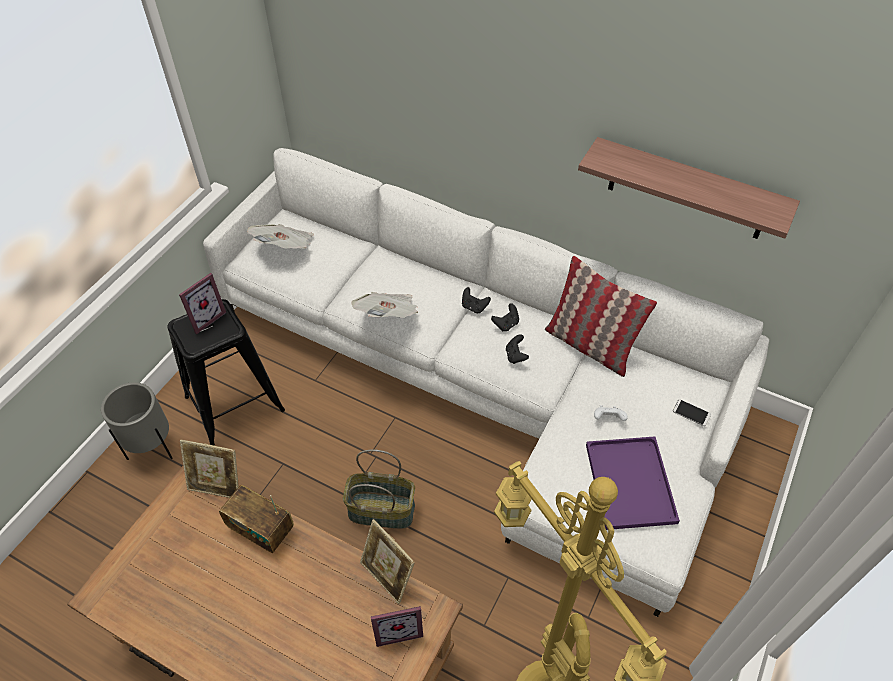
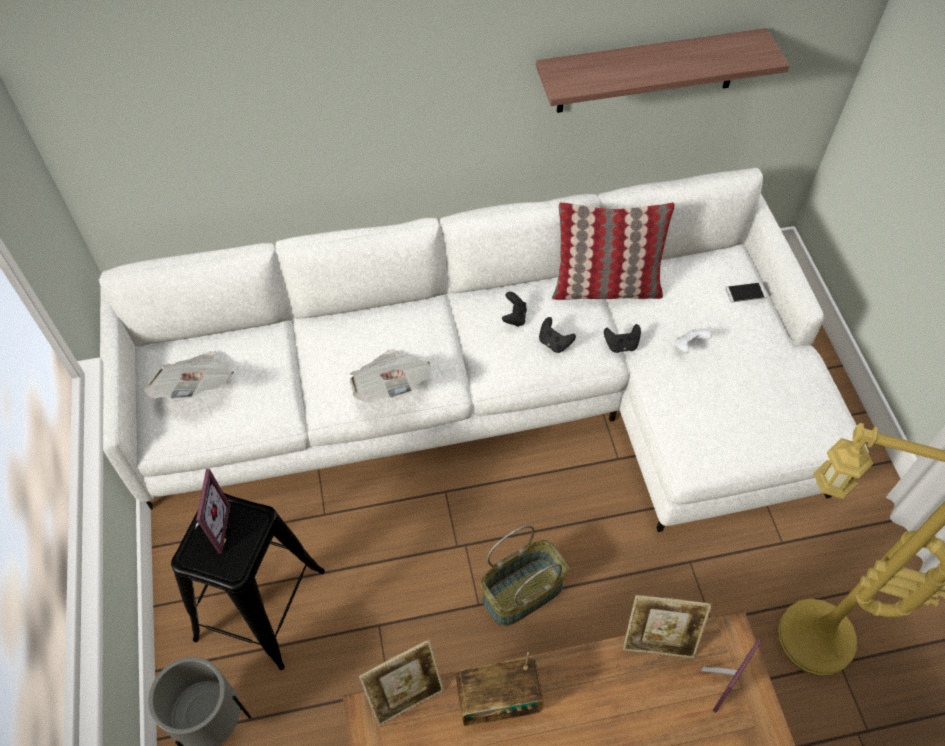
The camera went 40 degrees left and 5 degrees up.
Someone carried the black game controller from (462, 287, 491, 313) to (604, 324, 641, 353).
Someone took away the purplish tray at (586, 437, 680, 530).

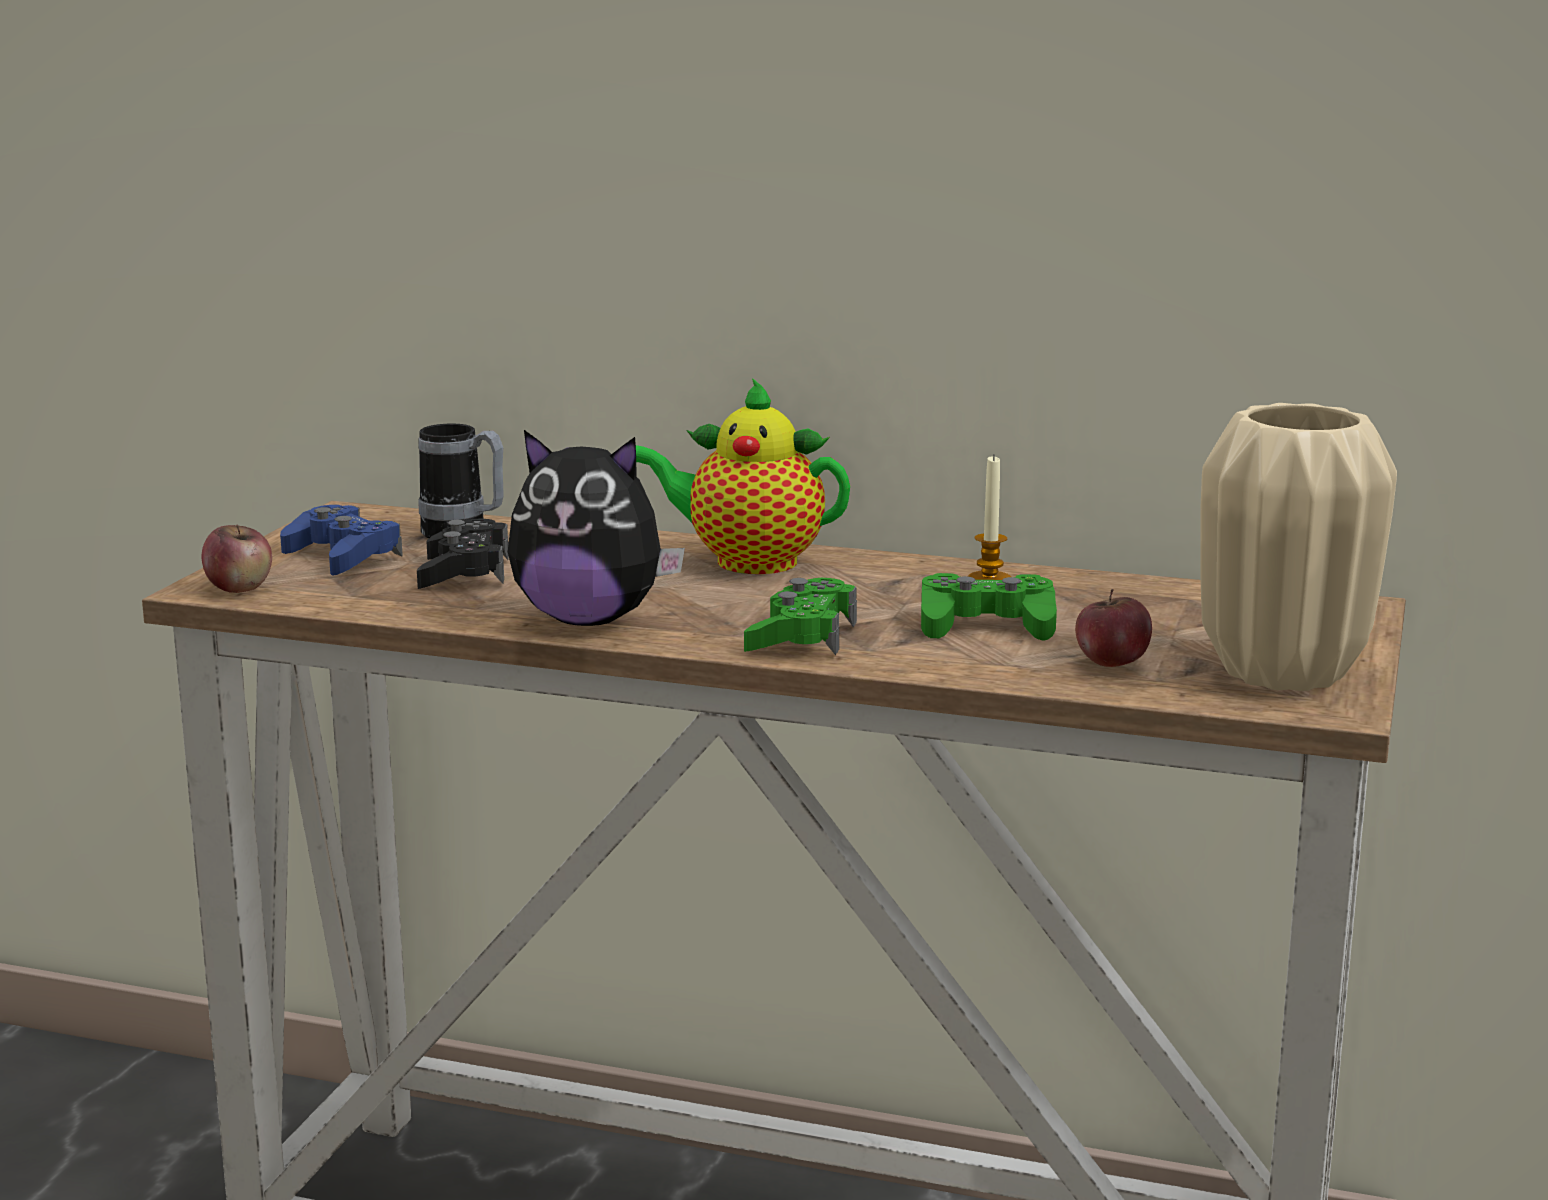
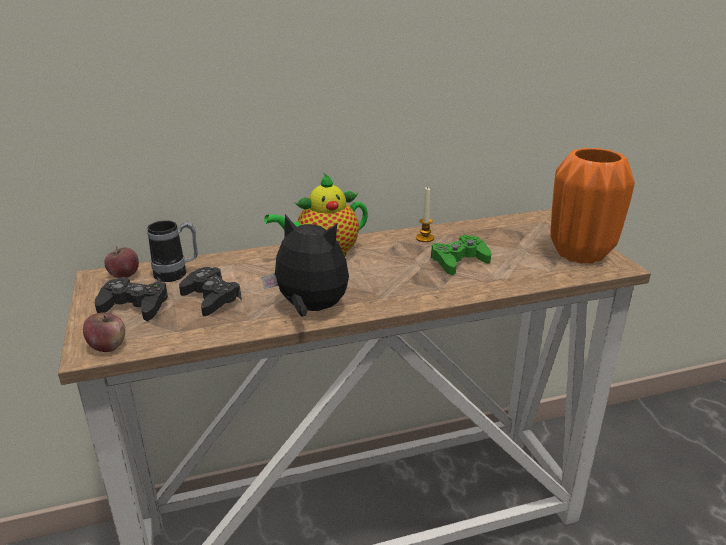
The camera went 35 degrees left and 10 degrees up.
Someone repainted the bluish game controller at (280, 505, 403, 575), which became the black game controller at (95, 277, 168, 321).
Someone carried the apple from (1075, 589, 1152, 667) to (104, 246, 139, 278).
Someone rotated the soft toy at (508, 430, 685, 626) by 135 degrees counterclockwise.
Someone repainted the beige decorative vase at (1200, 403, 1397, 691), which became the orange-coloured decorative vase at (550, 148, 635, 264).
Someone took away the greenish game controller at (744, 578, 857, 655).

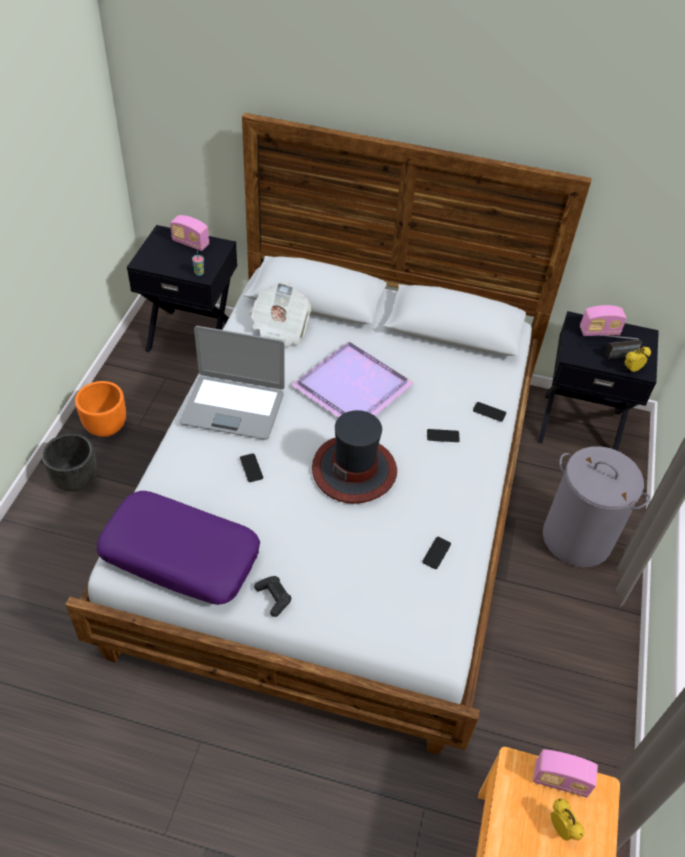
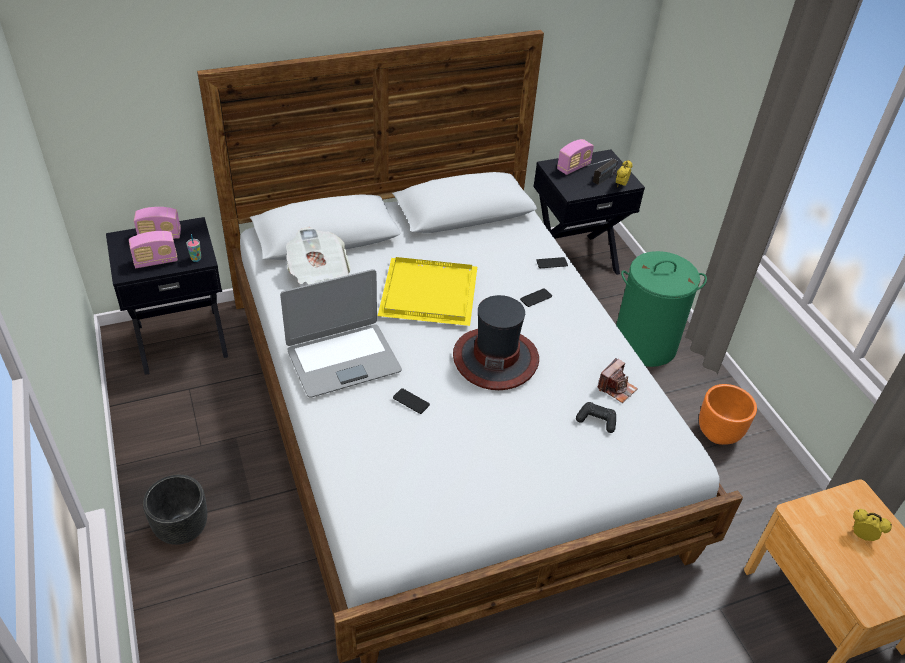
The camera went 35 degrees left and 5 degrees down.
Someone carried the radio from (533, 749, 598, 797) to (129, 231, 178, 268).
Someone repainted the purplish tray at (291, 341, 414, 418), which became the yellowish tray at (378, 257, 477, 326).
Someone carried the black game controller from (254, 576, 291, 617) to (576, 402, 616, 433).
Someone swapped the phone at (422, 537, 451, 569) for the still camera at (598, 358, 638, 403).
Someone repainted the grey hamper at (543, 446, 650, 567), which became the greenish hamper at (616, 251, 707, 367).
Someone carried the orange-coloured plant pot from (75, 381, 126, 437) to (699, 384, 757, 445).
Someone took away the purplish throw pillow at (97, 491, 260, 605).

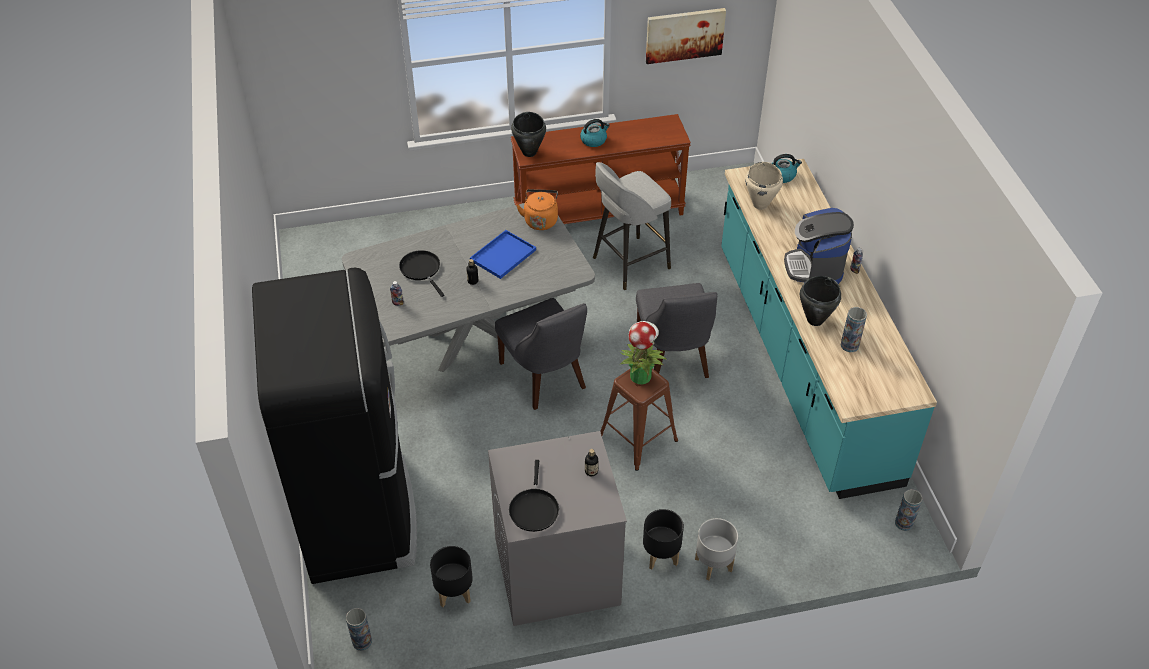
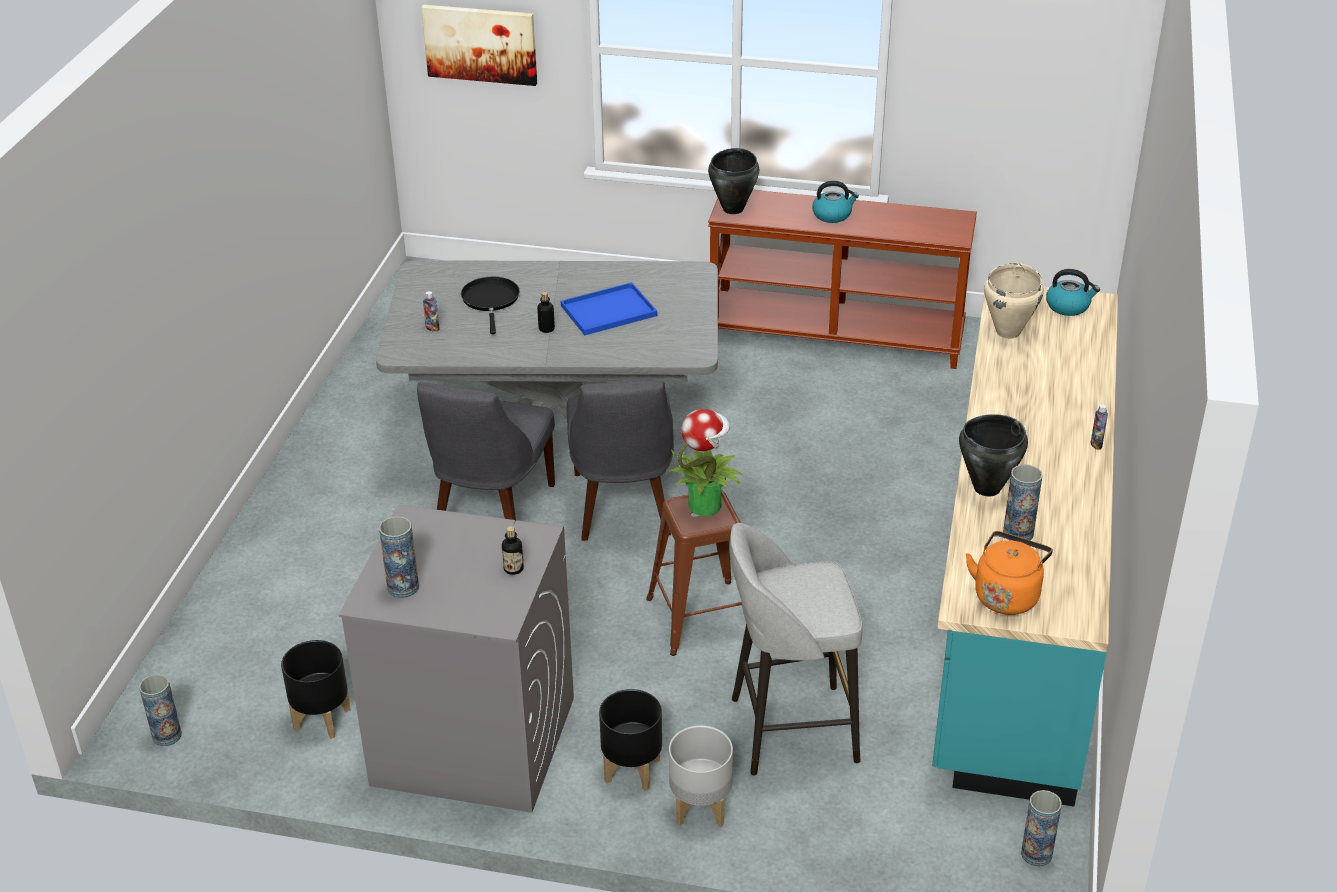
The camera went 25 degrees right and 10 degrees down.
Someone swapped the black skillet at (509, 460, 559, 532) for the decorative vase at (379, 516, 419, 598).
Someone carried the grey upright chair from (636, 283, 717, 378) to (417, 382, 555, 521).
Someone carried the wall picture from (646, 8, 726, 64) to (421, 5, 537, 86).
Someone carried the grey sitting stool from (593, 162, 671, 290) to (729, 523, 863, 776).
Someone carried the orange-coloured tea kettle from (516, 189, 558, 230) to (965, 531, 1053, 615).
Someone took away the black kitchen fridge at (252, 268, 417, 584).
Someone took away the coffee machine at (784, 208, 854, 284).

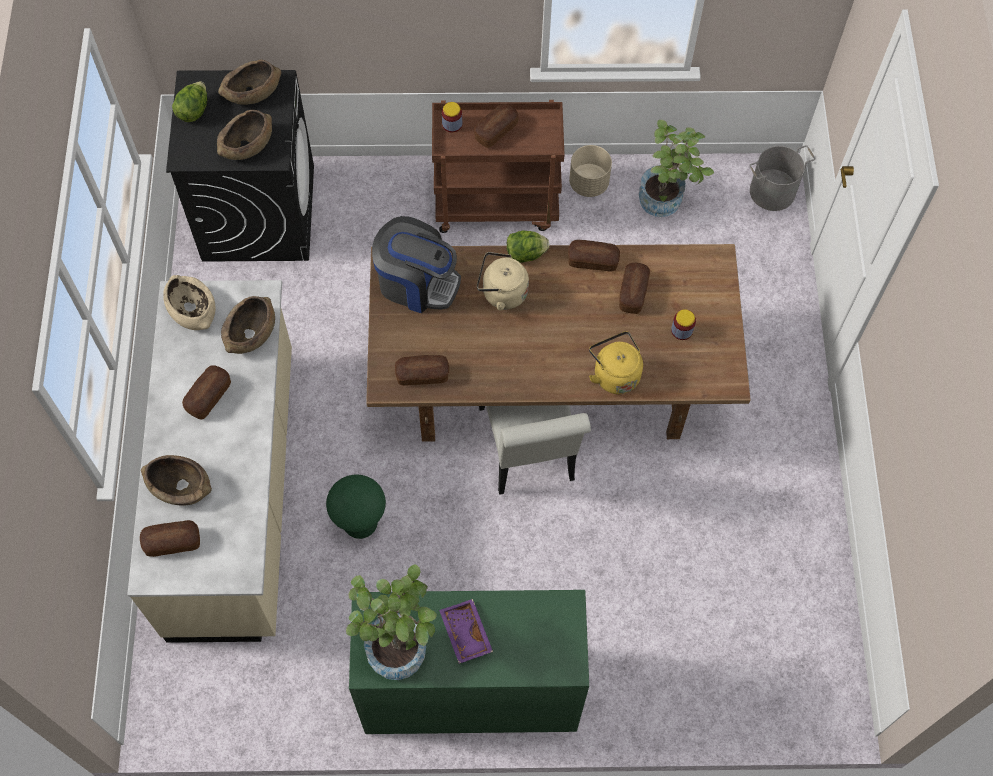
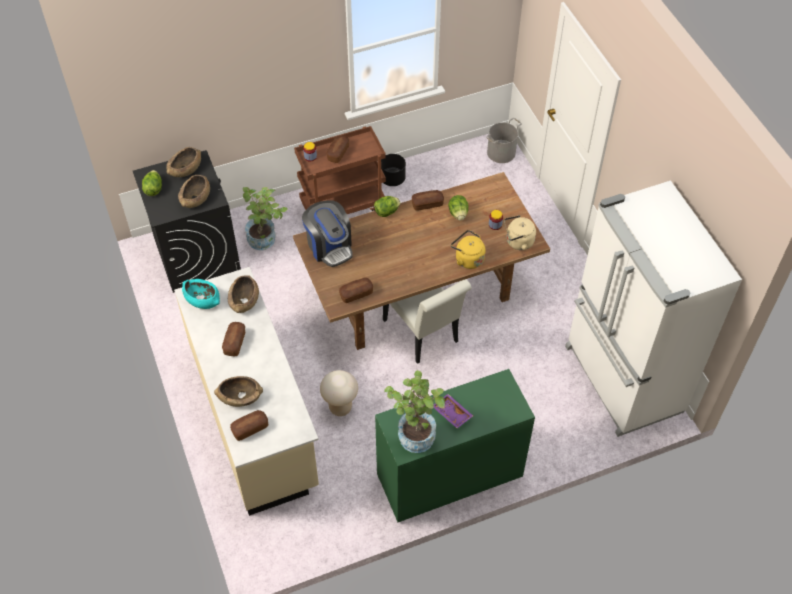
The camera went 20 degrees left and 10 degrees down.
Someone repainted the beige bowl at (163, 275, 216, 330), which became the blue-green bowl at (182, 279, 220, 309).
Someone carried the potted plant from (639, 120, 714, 217) to (243, 187, 288, 250).
Someone rotated the coffee machine at (372, 216, 461, 313) by 60 degrees clockwise.
Someone repainted the greenish sitting stool at (326, 475, 386, 539), which became the beige sitting stool at (320, 370, 358, 416).
Someone repainted the beige plant pot at (569, 145, 612, 197), which became the black plant pot at (381, 154, 406, 186).
Someone swapped the bread at (619, 263, 650, 314) for the lettuce at (448, 195, 469, 220).
Someone carried the beige tea kettle from (477, 252, 529, 311) to (504, 215, 536, 250).
Someone put down the whitish kitchen fridge at (565, 180, 742, 437).

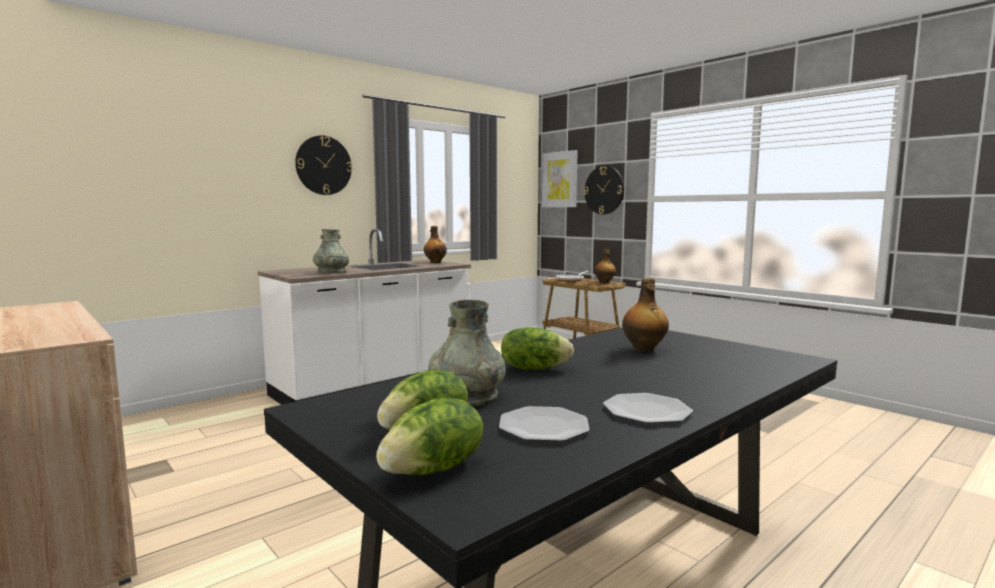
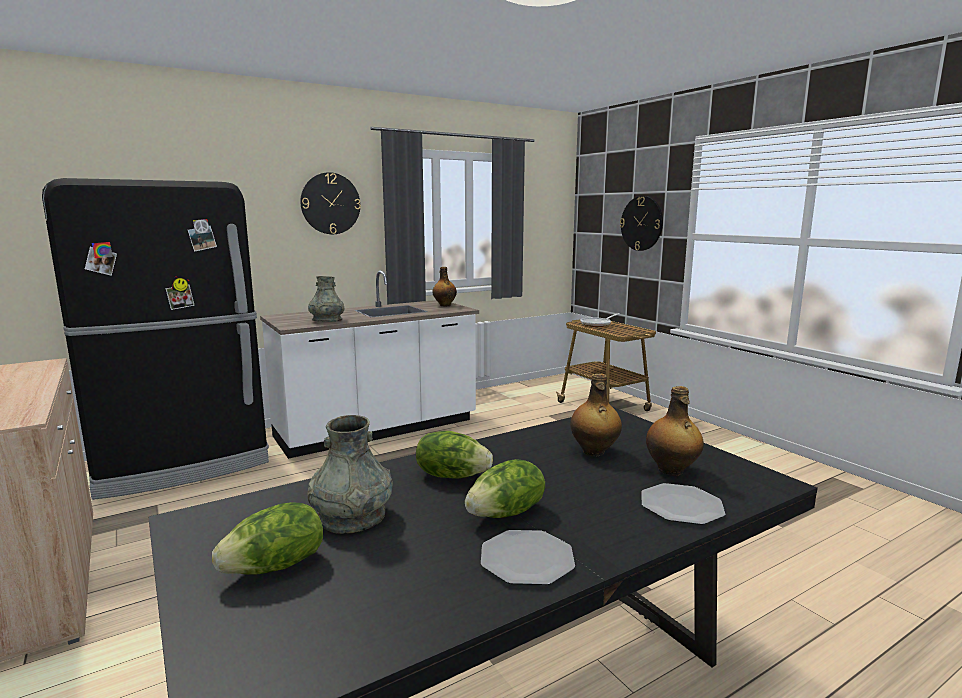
The camera went 10 degrees right and 5 degrees up.
Someone put down the black kitchen fridge at (42, 178, 269, 500).
Someone carried the lettuce from (376, 398, 483, 475) to (465, 459, 545, 518).
Someone carried the flat dish from (499, 406, 590, 442) to (641, 483, 725, 525).
Someone carried the beverage bottle from (594, 249, 616, 284) to (646, 386, 704, 476).
Someone took away the wall picture at (542, 150, 578, 207).

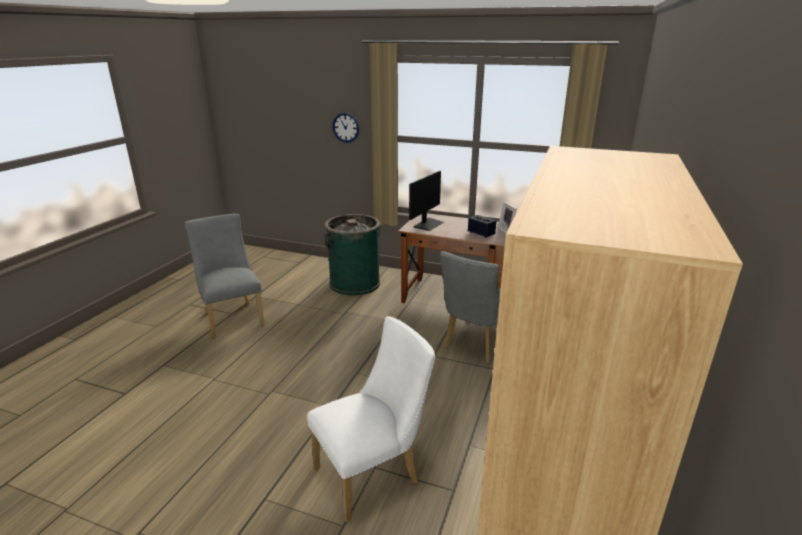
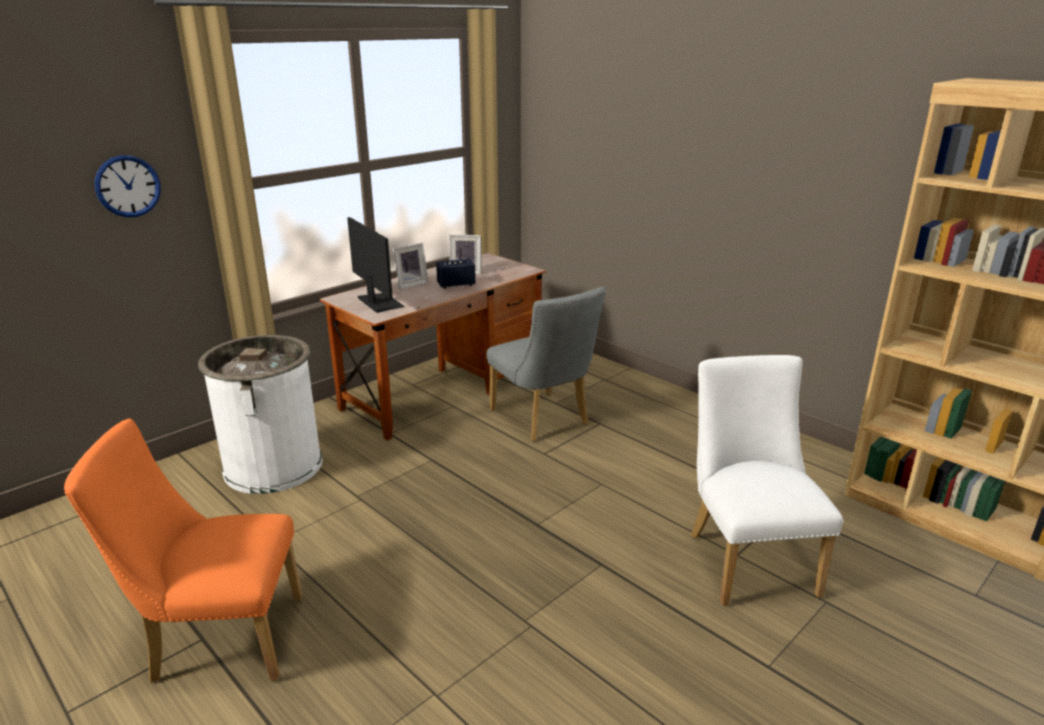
The camera went 65 degrees left and 0 degrees up.
Someone repainted the grey upright chair at (184, 214, 264, 337), which became the orange-coloured upright chair at (64, 418, 302, 683).
Someone repainted the greenish waste bin at (324, 214, 380, 296), which became the whitish waste bin at (198, 335, 323, 494).
Someone put down the photo frame at (393, 243, 428, 289).

